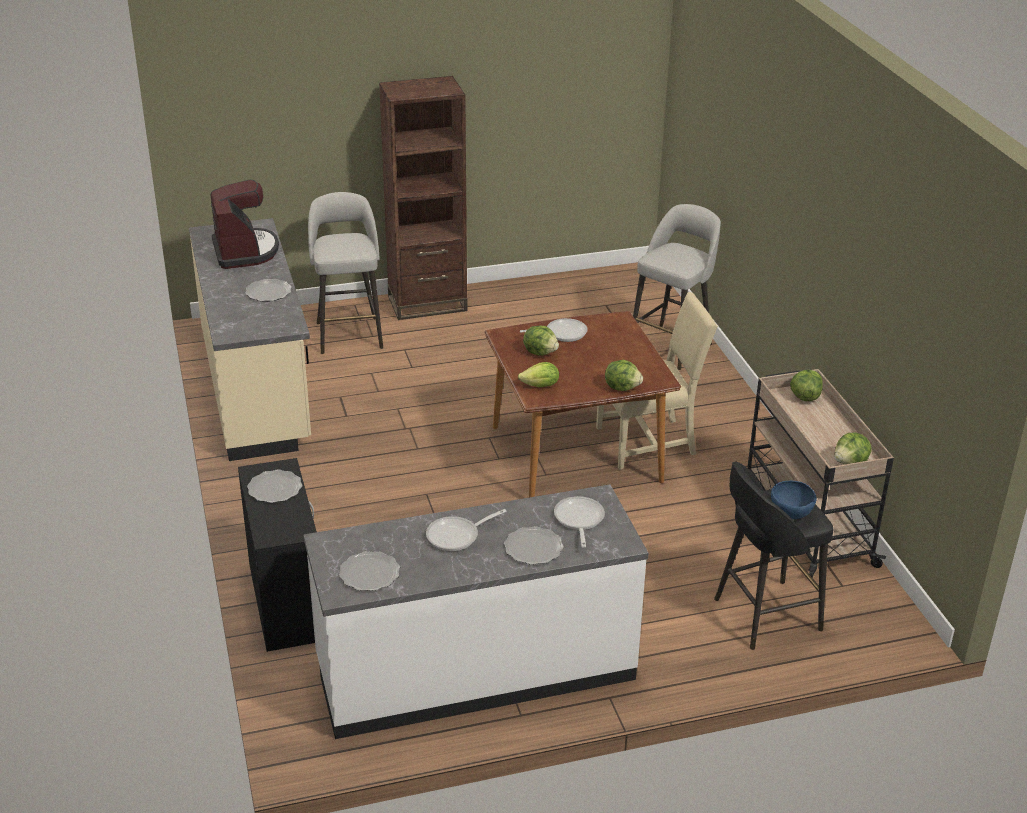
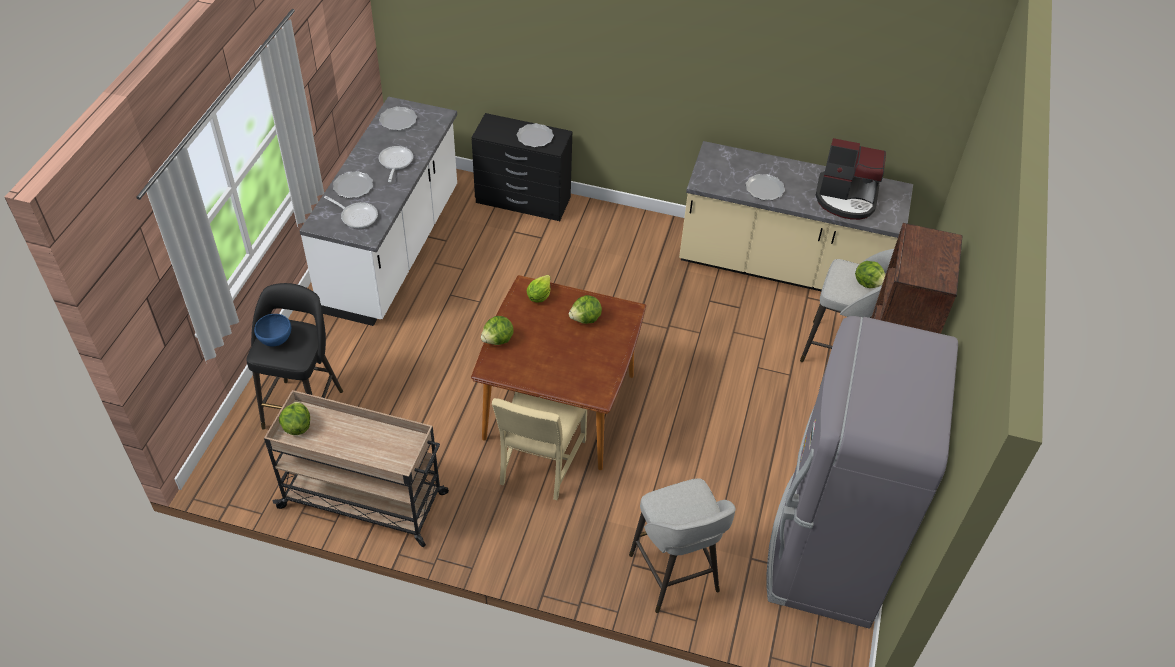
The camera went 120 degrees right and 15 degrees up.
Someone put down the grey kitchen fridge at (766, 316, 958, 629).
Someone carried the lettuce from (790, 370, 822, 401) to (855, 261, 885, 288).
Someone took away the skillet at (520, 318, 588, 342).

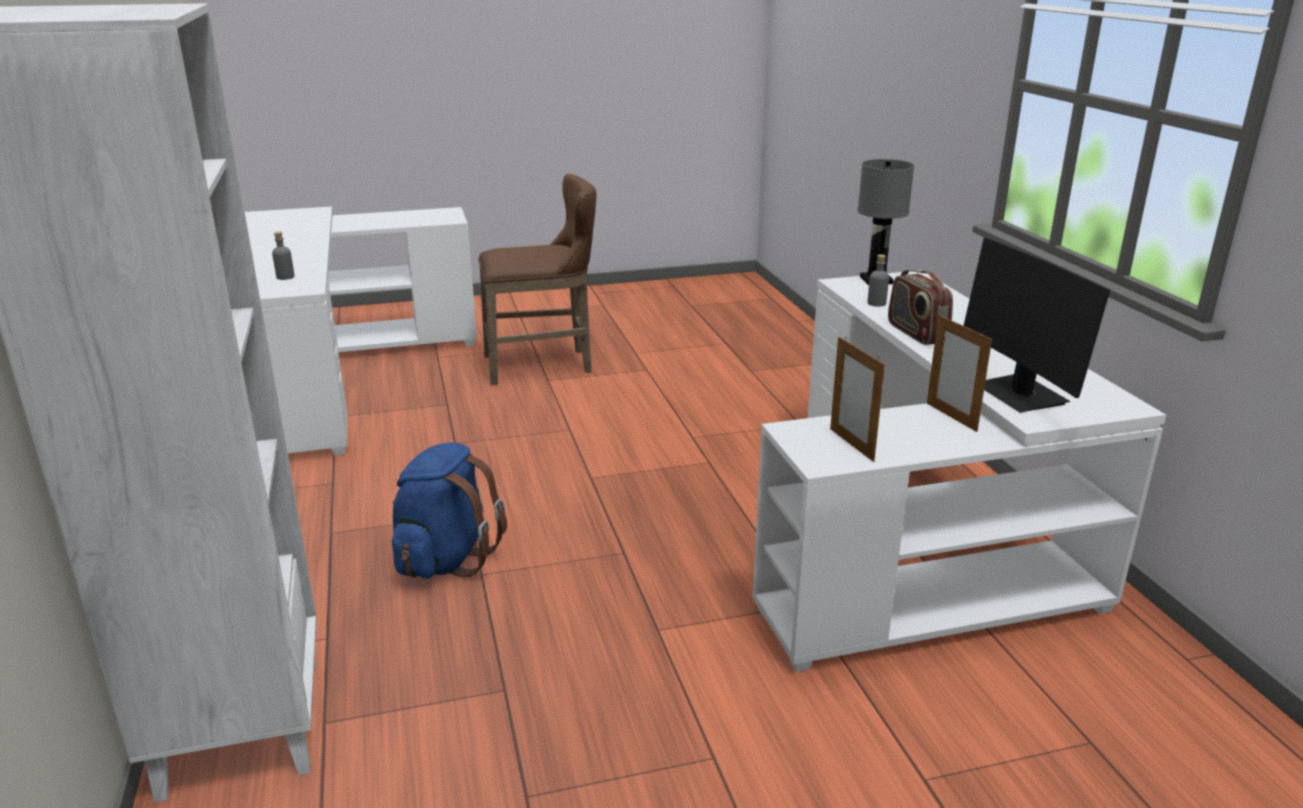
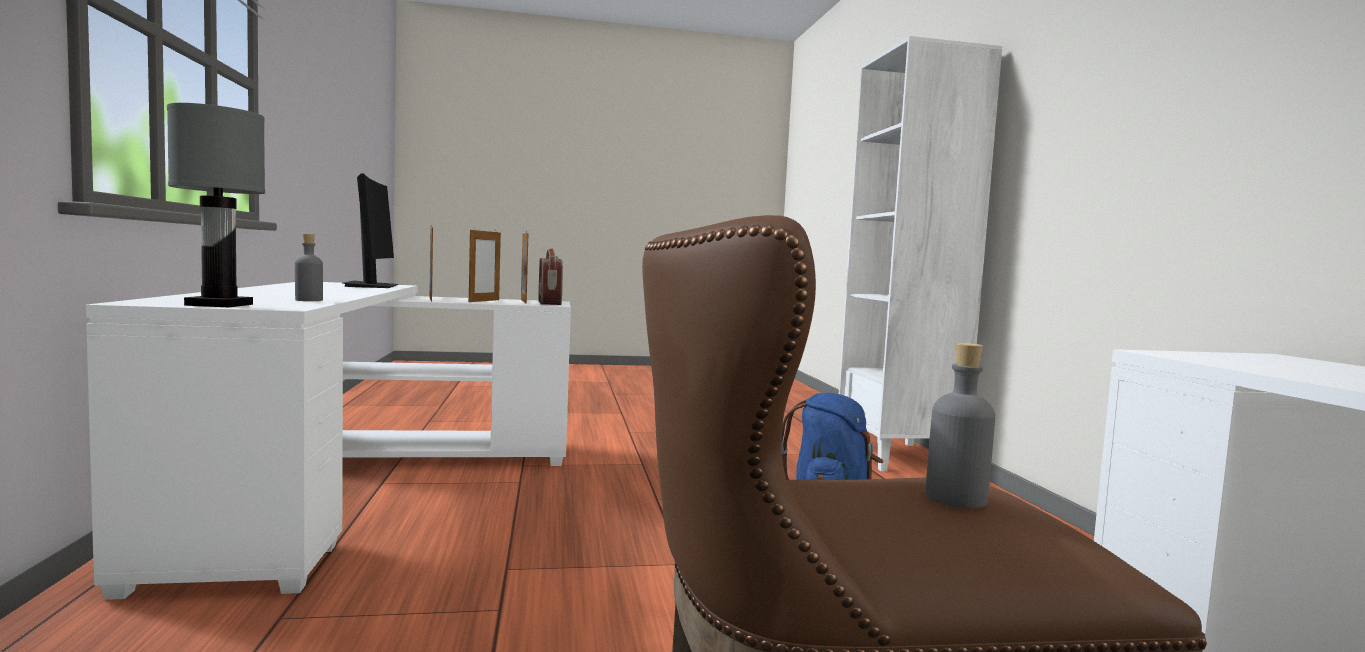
The camera went 175 degrees left and 20 degrees down.
Someone put down the photo frame at (469, 229, 501, 302).
Someone carried the radio from (888, 270, 953, 345) to (538, 248, 563, 305).
Someone carried the grey beverage bottle from (272, 231, 294, 280) to (926, 343, 995, 508).

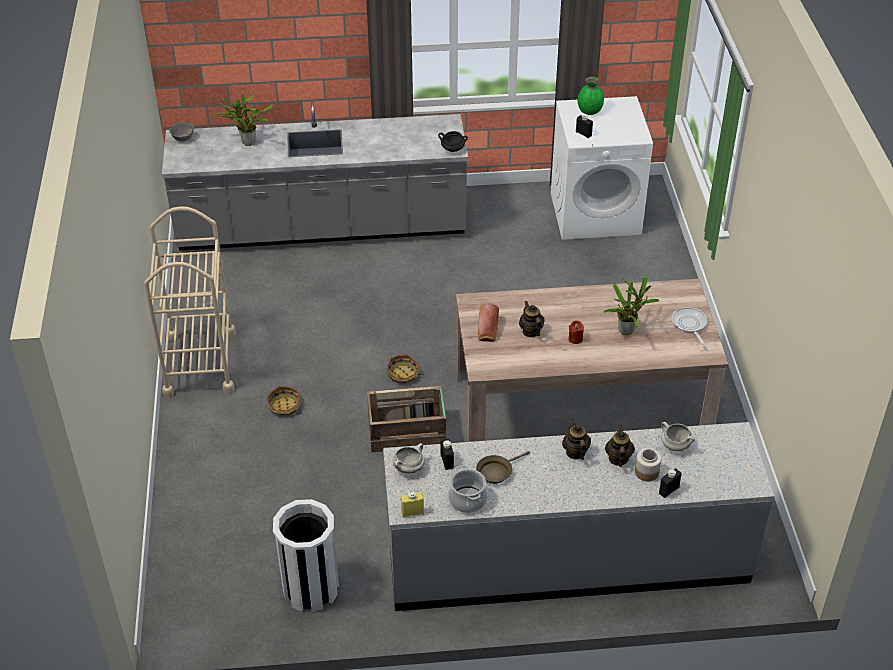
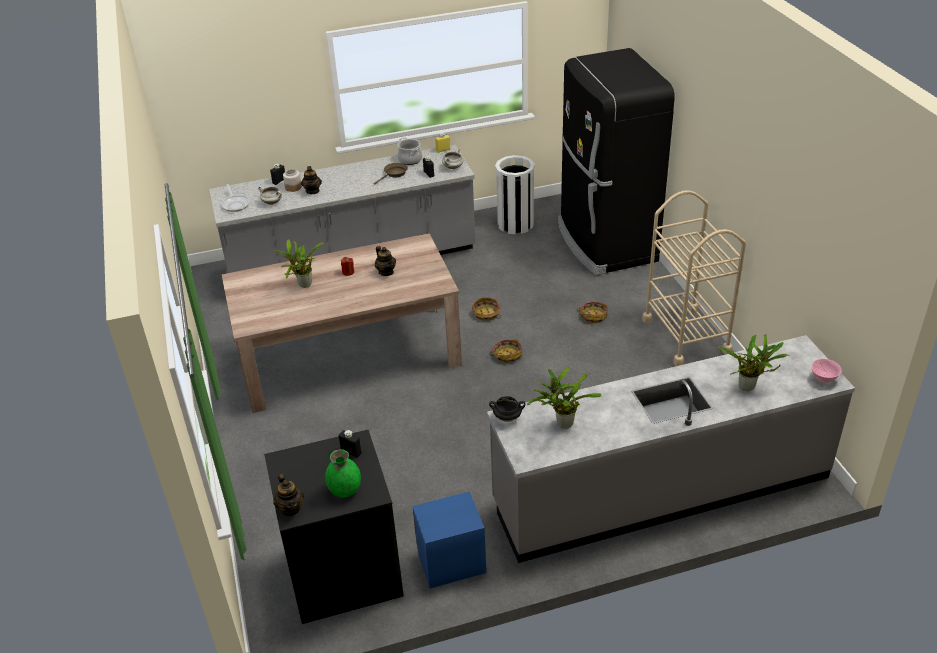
The camera went 170 degrees right and 5 degrees down.
Someone carried the skillet from (672, 307, 707, 347) to (221, 184, 250, 212).
Someone repainted the whitish laundry appliance at (551, 96, 653, 240), which became the black laundry appliance at (264, 430, 404, 624).
Someone carried the pot for tea from (562, 418, 591, 460) to (274, 474, 304, 516).
Someone put down the bluish nightstand at (412, 491, 486, 588).
Someone swapped the shipping crate at (367, 386, 446, 452) for the storage basket at (472, 297, 501, 321).
Someone put down the potted plant at (527, 367, 602, 429).
Someone put down the black kitchen fridge at (558, 48, 675, 275).
Someone repainted the grey bowl at (169, 122, 194, 141), which became the pinkish bowl at (812, 359, 842, 383).
Someone took away the bread at (478, 303, 499, 342).

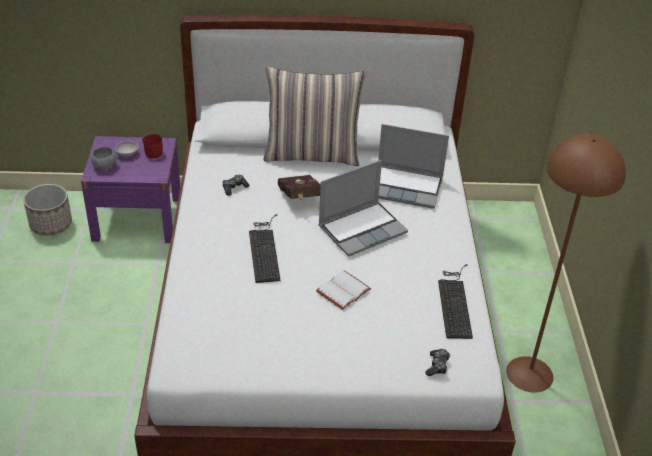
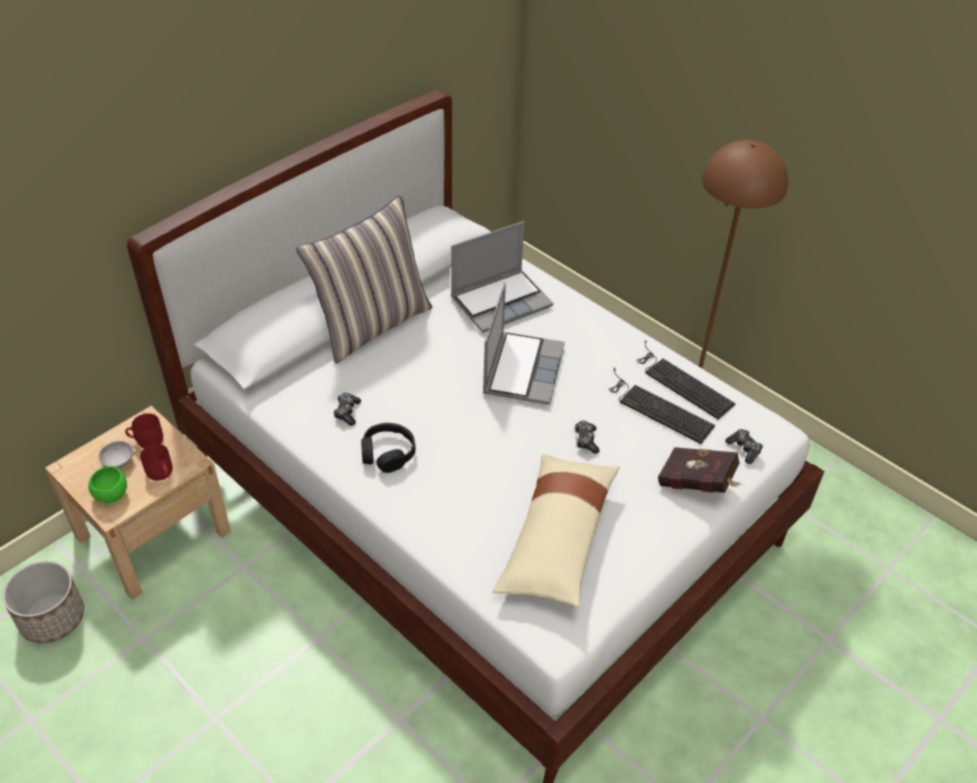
The camera went 45 degrees left and 5 degrees up.
Someone repainted the purplish nightstand at (81, 136, 180, 243), which became the beige nightstand at (45, 406, 231, 600).
Someone repainted the grey bowl at (91, 147, 116, 170), which became the greenish bowl at (88, 466, 127, 503).
Someone put down the red coffee mug at (140, 444, 173, 481).
Someone put down the black headphones at (361, 423, 416, 473).
Someone put down the beige throw pillow at (492, 455, 620, 608).
Someone swapped the whitish book at (316, 271, 371, 310) for the game controller at (575, 421, 600, 454).
Someone carried the keyboard from (249, 214, 281, 283) to (609, 367, 715, 444).
Someone carried the red book from (278, 175, 321, 200) to (658, 447, 742, 493).

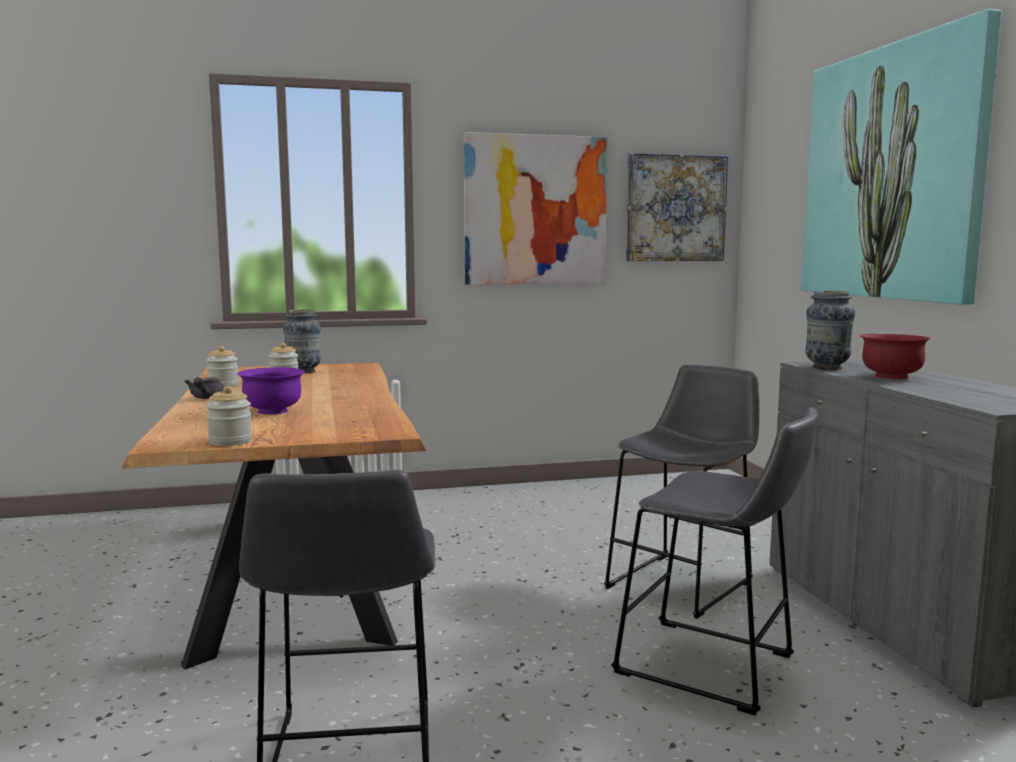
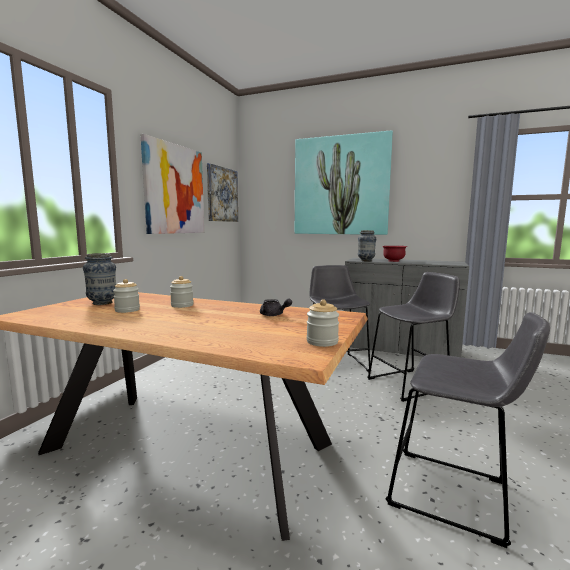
The camera went 55 degrees left and 0 degrees up.
Someone carried the jar from (206, 346, 239, 387) to (170, 276, 194, 308).
Someone carried the grey pot for tea from (185, 377, 224, 399) to (260, 299, 292, 316).
Someone took away the purplish bowl at (237, 367, 305, 414).

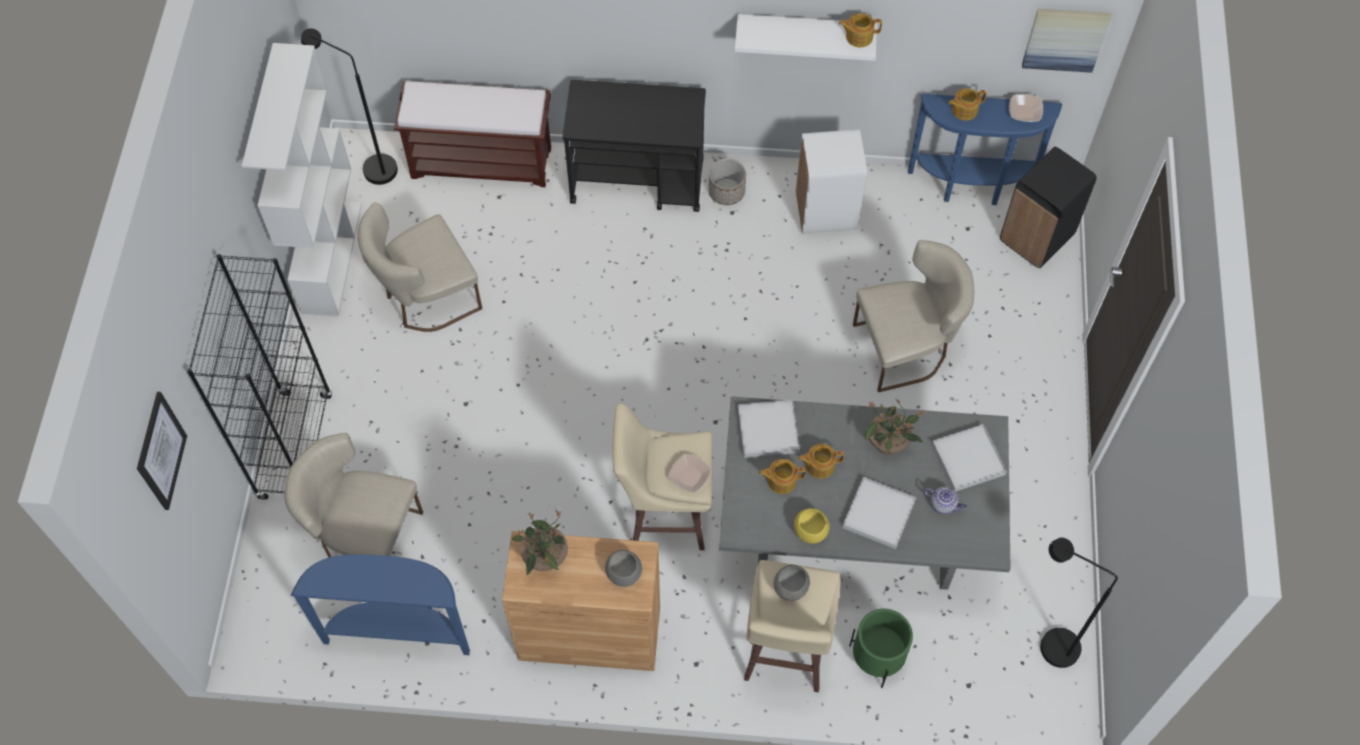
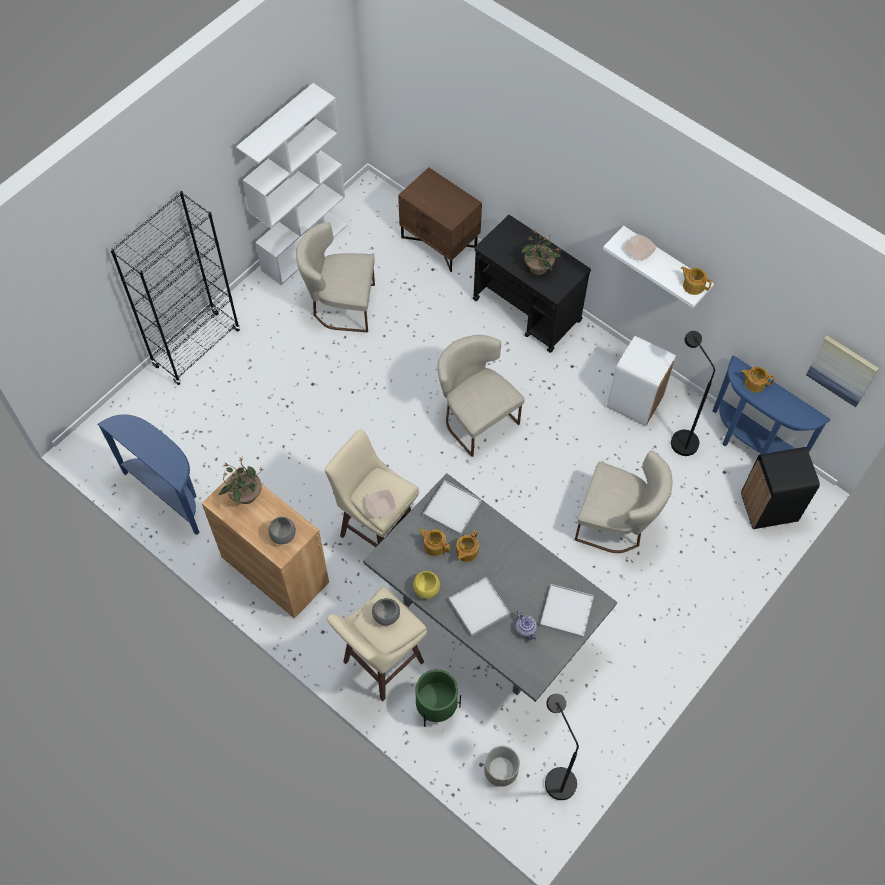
The camera went 35 degrees right and 0 degrees up.
Someone swapped the brown bench at (394, 81, 551, 187) for the brown nightstand at (398, 167, 482, 272).
Someone carried the beige upright chair from (284, 433, 423, 558) to (437, 335, 525, 457).
Someone rotated the pot for tea at (798, 444, 844, 479) by 90 degrees counterclockwise.
Someone carried the plant pot from (708, 159, 746, 205) to (484, 746, 520, 787).
Someone carried the potted plant from (865, 399, 924, 455) to (521, 230, 561, 275).
Someone carried the bowl from (1009, 94, 1043, 122) to (624, 234, 656, 261).
Someone carried the black floor lamp from (301, 28, 398, 185) to (671, 331, 715, 456).
Someone took away the wall picture at (137, 392, 187, 510).

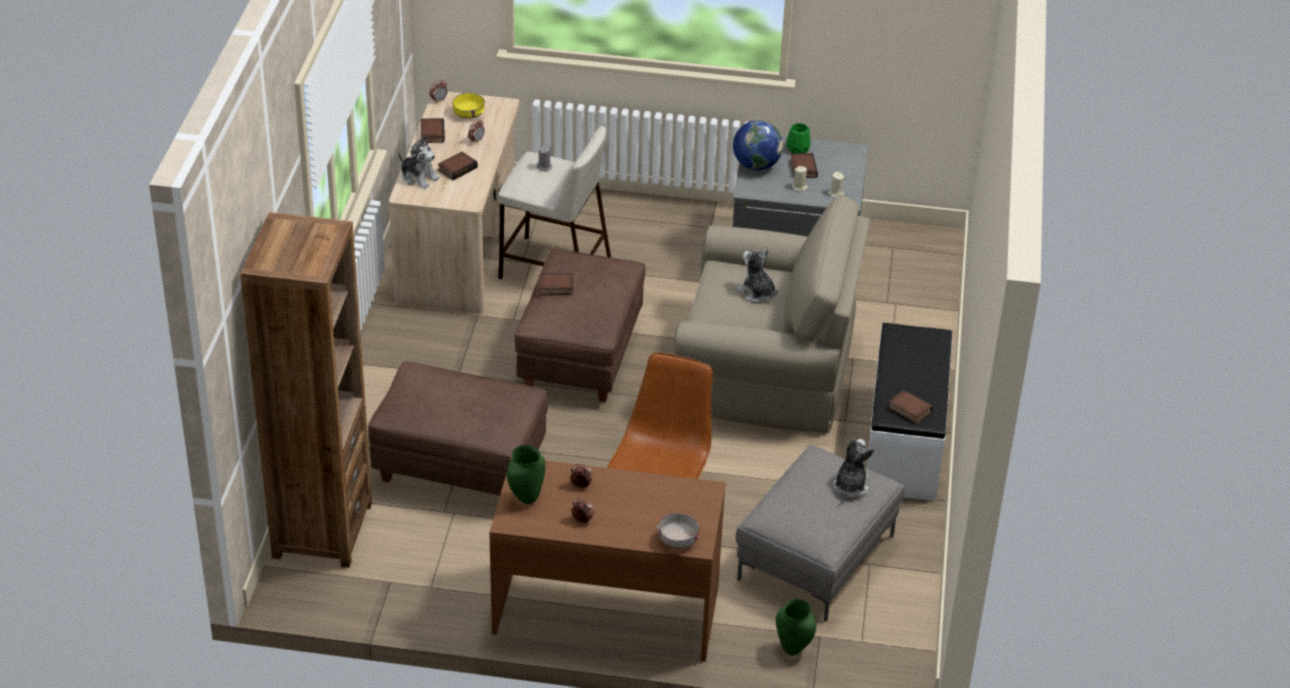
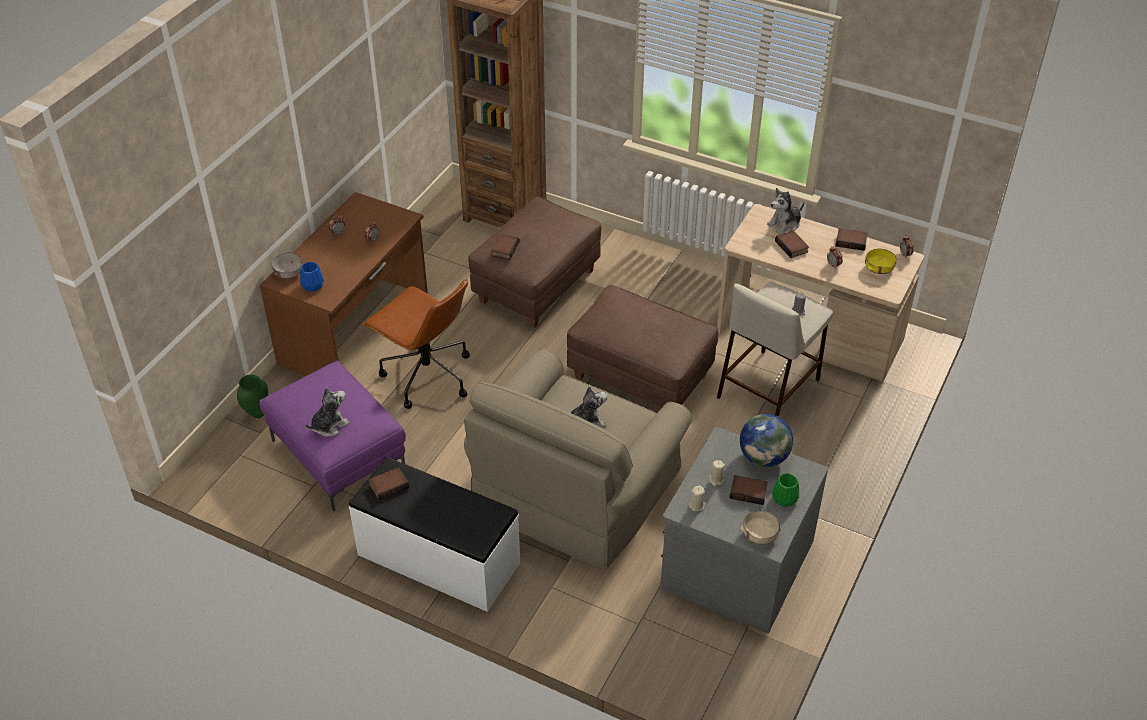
The camera went 110 degrees right and 5 degrees up.
Someone repainted the grey ottoman at (735, 445, 905, 621), which became the purplish ottoman at (259, 361, 406, 512).
Someone put down the bluish decorative vase at (300, 262, 324, 291).
Someone rotated the soft toy at (833, 439, 875, 497) by 75 degrees counterclockwise.
Someone carried the book from (540, 273, 573, 295) to (491, 234, 520, 260).
Someone put down the beige bowl at (741, 511, 781, 544).
Someone took away the greenish decorative vase at (507, 445, 546, 504).

